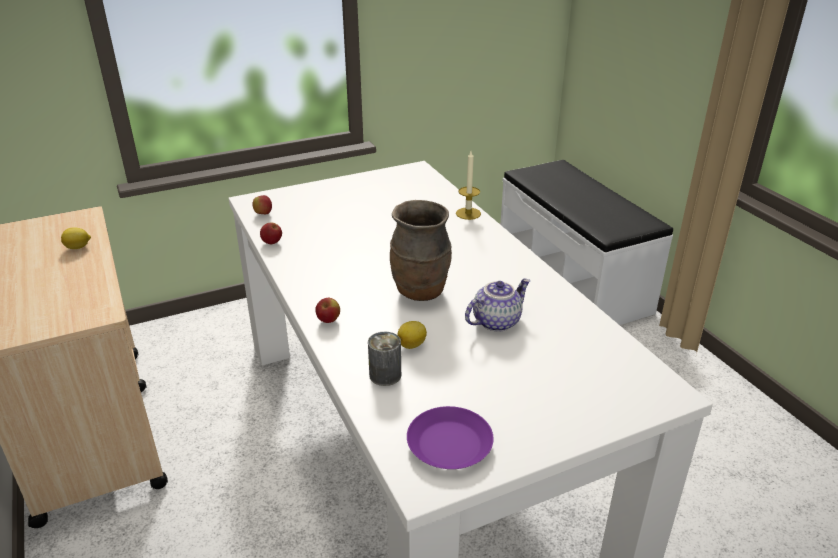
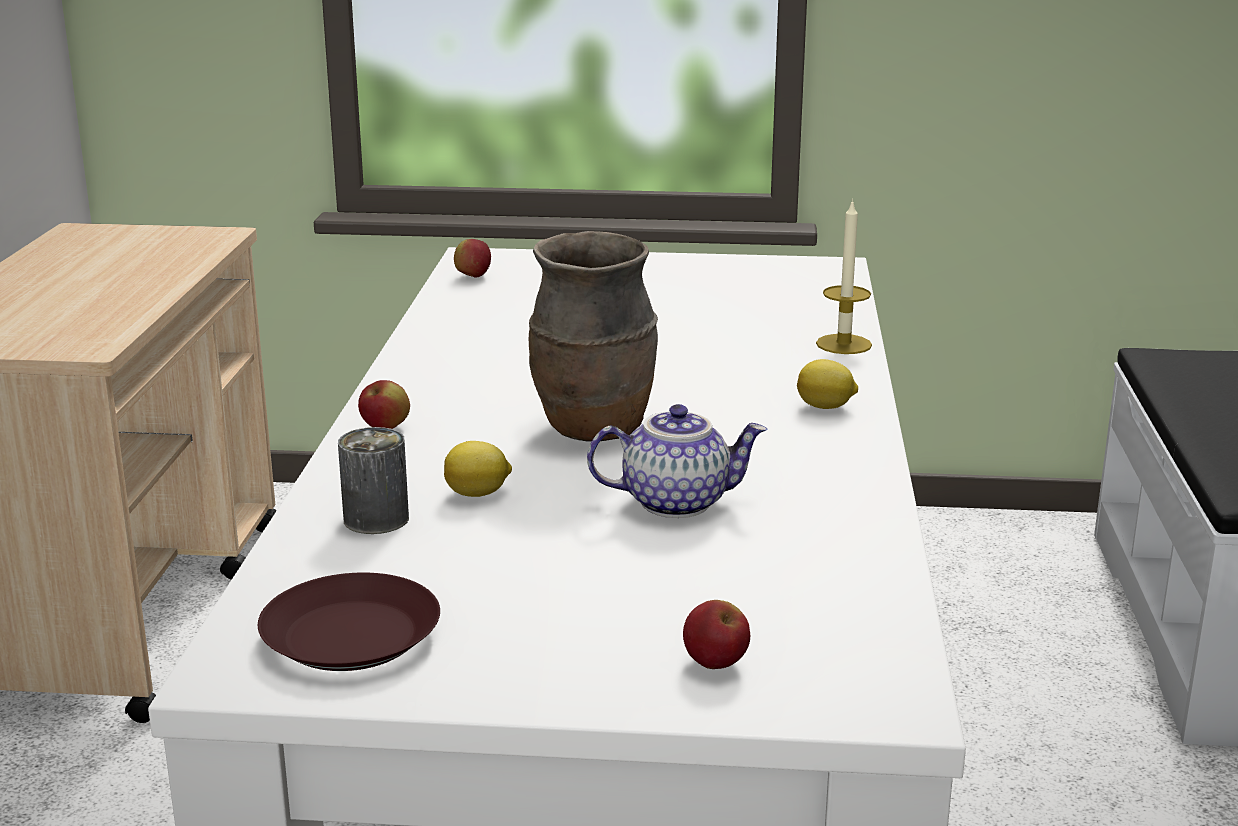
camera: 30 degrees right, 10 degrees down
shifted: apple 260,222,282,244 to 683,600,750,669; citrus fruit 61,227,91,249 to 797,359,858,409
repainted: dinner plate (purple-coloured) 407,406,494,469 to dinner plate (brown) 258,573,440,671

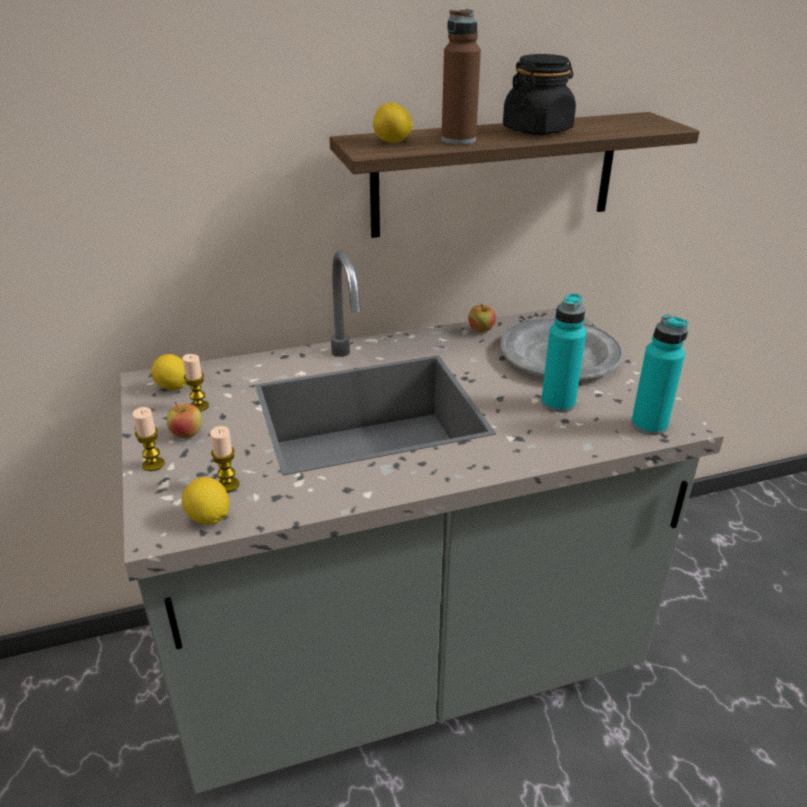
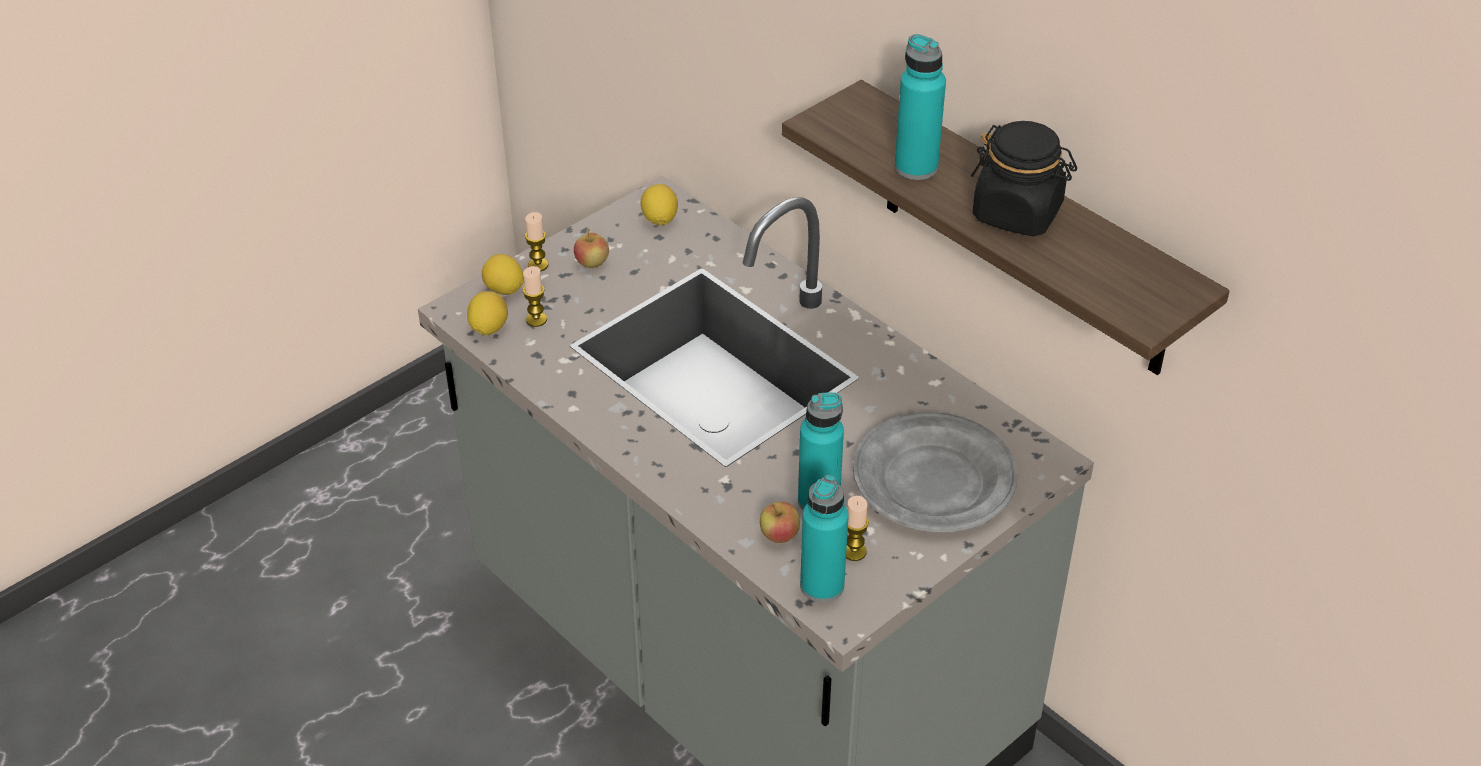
camera: 65 degrees right, 10 degrees up
shifted: citrus fruit 373,102,412,143 to 482,254,524,295; apple 468,304,496,333 to 760,502,800,543; wax candle 182,354,209,412 to 846,496,869,561
repainted: bottle (brown) 441,9,481,145 to bottle (blue-green) 894,34,946,180

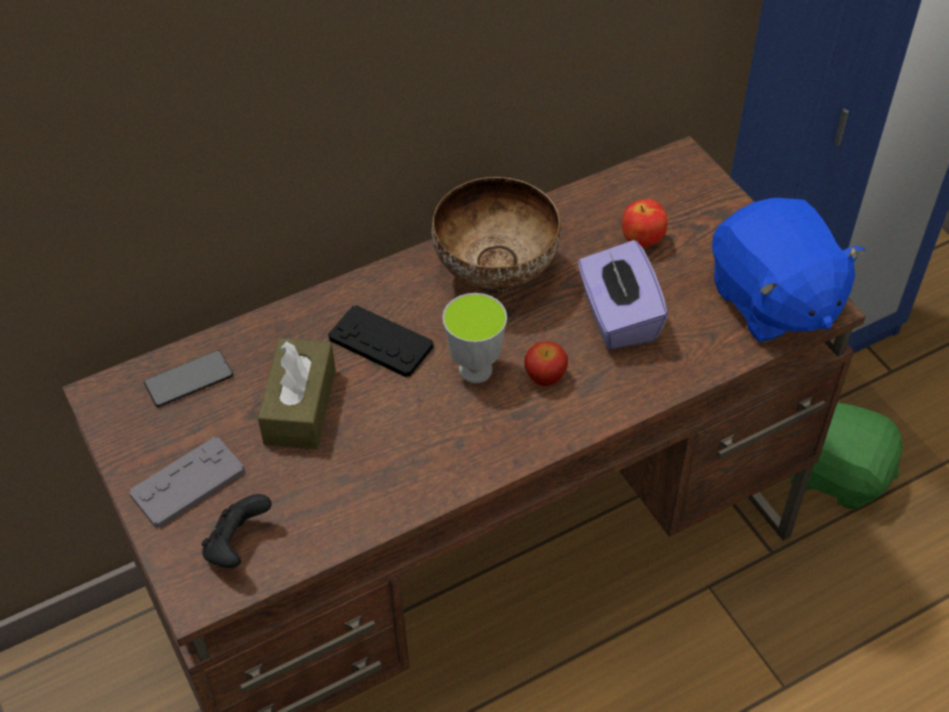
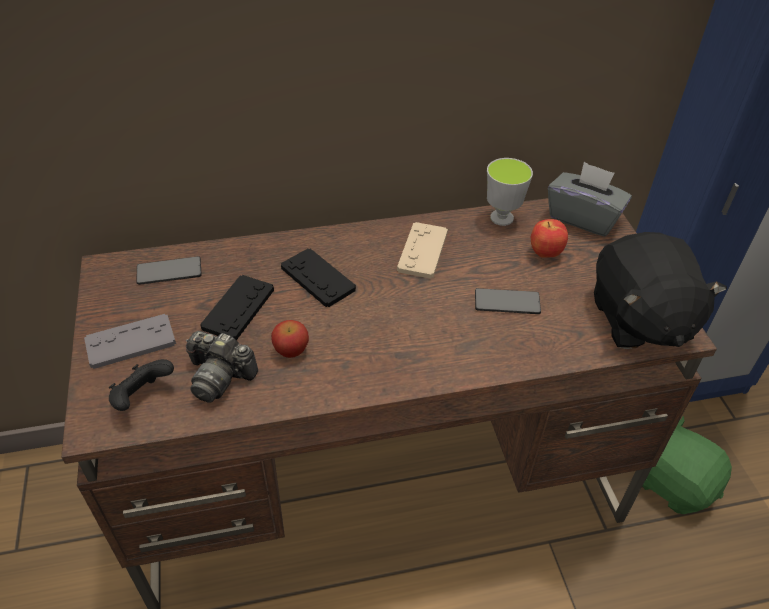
camera: 15 degrees right, 5 degrees down
new: still camera 186,331,258,403; box of tissues (gray) 548,162,632,236
shifted: apple 525,342,568,386 to 271,320,309,358; cup 443,293,507,383 to 487,158,533,226
swapped: box of tissues (brown) 258,338,336,450 to gamepad (black) 200,275,274,340; deep dish 432,177,561,294 to gamepad (beige-coloured) 397,222,448,279; box of tissues (purple-coloured) 578,240,668,349 to handset 475,288,541,314
repainted: cuddly toy (bluish) 712,198,865,342 to cuddly toy (black) 594,232,727,349

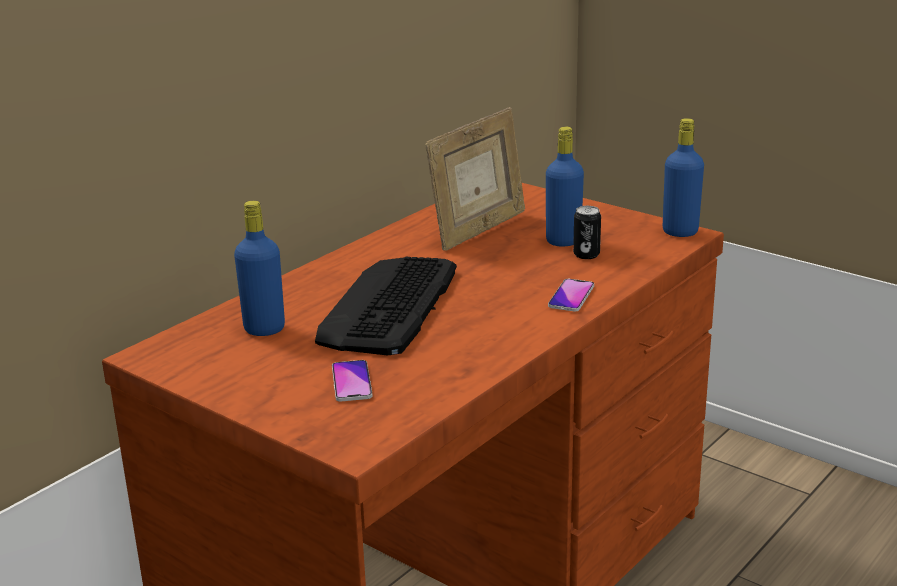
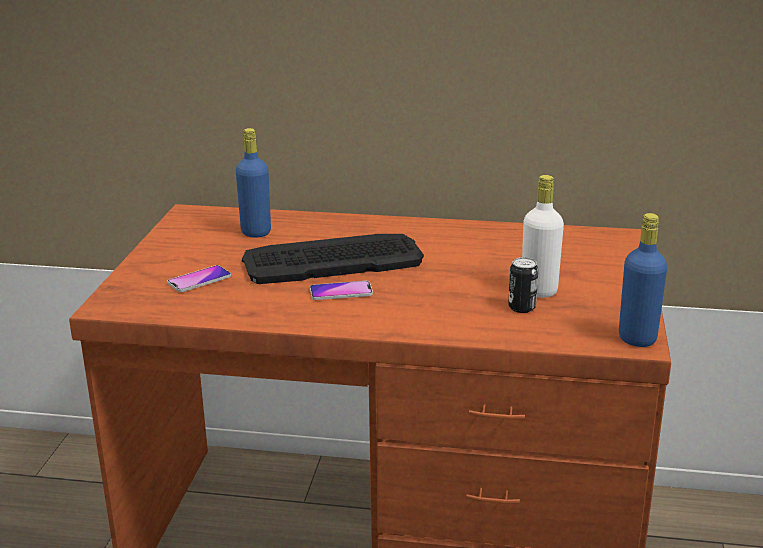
camera: 60 degrees right, 0 degrees up
gone: picture frame 426,107,525,251
shifted: handset 548,279,594,311 to 310,281,373,300
repainted: bottle (bluish) 546,127,584,247 to bottle (white) 522,175,564,298

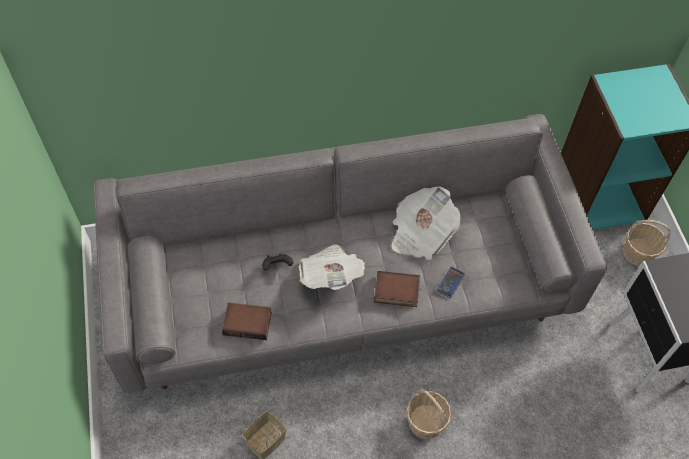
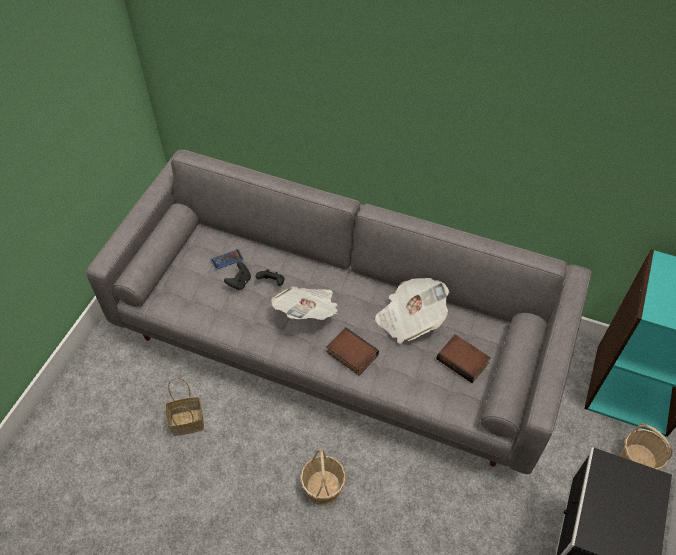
camera: 35 degrees right, 5 degrees down
new: gamepad (black) 224,262,251,290
shifted: handset 436,266,465,298 to 210,249,244,270; bound book 222,303,272,340 to 436,334,491,383

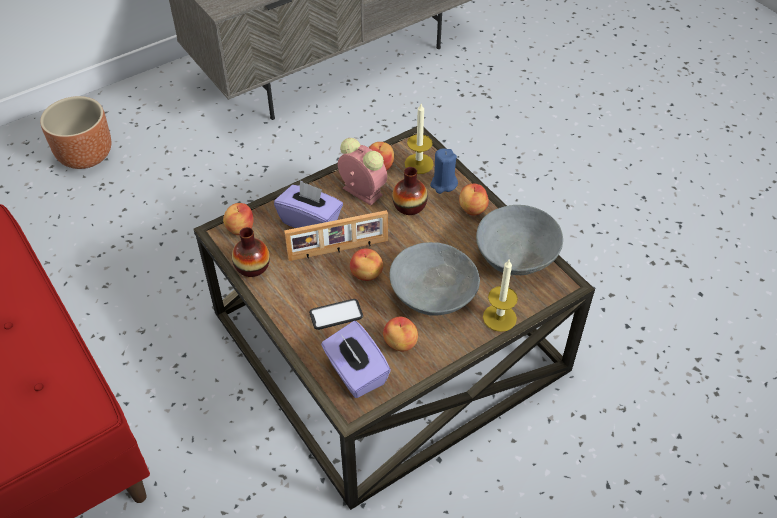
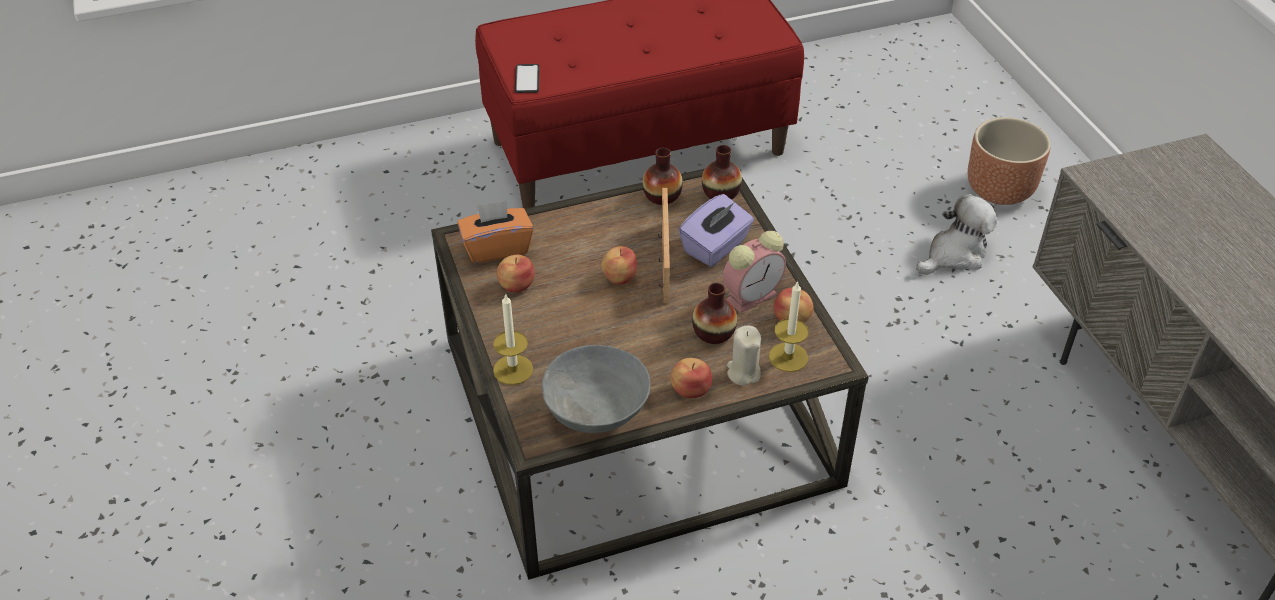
camera: 105 degrees right, 5 degrees down
gone: deep dish (gray) 390,242,480,316
new: cuddly toy 916,194,997,275
shifted: handset 309,299,363,330 to 515,64,540,93
swapped: apple 223,203,254,235 to vase 702,145,742,200
repainted: box of tissues (purple-coloured) 321,321,391,398 to box of tissues (orangey) 457,200,534,263; wax candle (bluish) 430,149,458,194 to wax candle (beige-coloured) 727,326,761,386

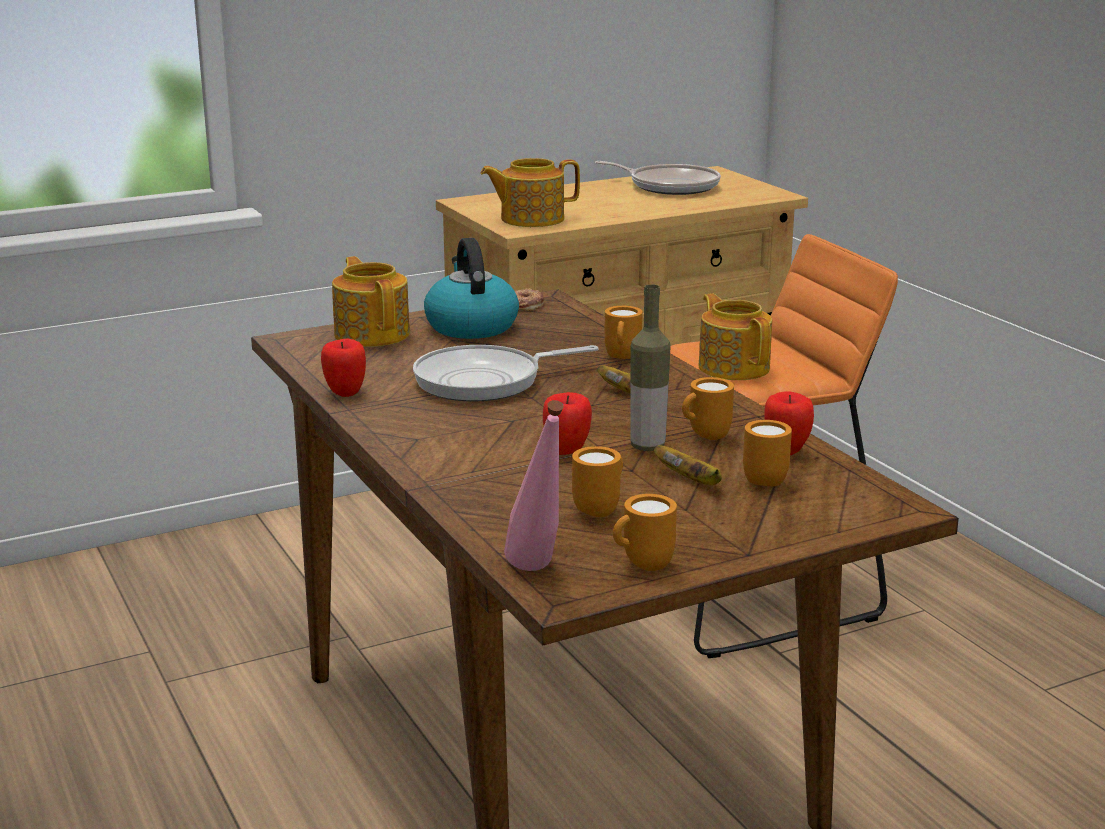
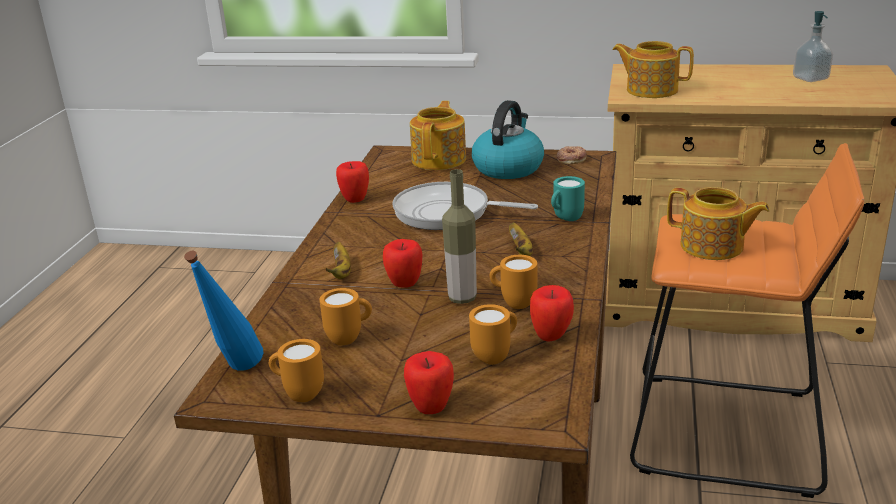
camera: 40 degrees right, 5 degrees up
new: apple 404,351,454,414
shifted: banana fruit 654,445,722,485 to 326,242,351,279
swapped: pan 595,161,721,195 to liquid soap bottle 793,11,833,82
repainted: bottle (pink) 504,400,564,571 to bottle (bluish) 184,251,263,371; coffee mug (orangey) 604,306,643,359 to coffee mug (blue-green) 551,176,585,221
rotated: pot for tea 699,293,772,380 = 667,187,770,260 105 degrees clockwise

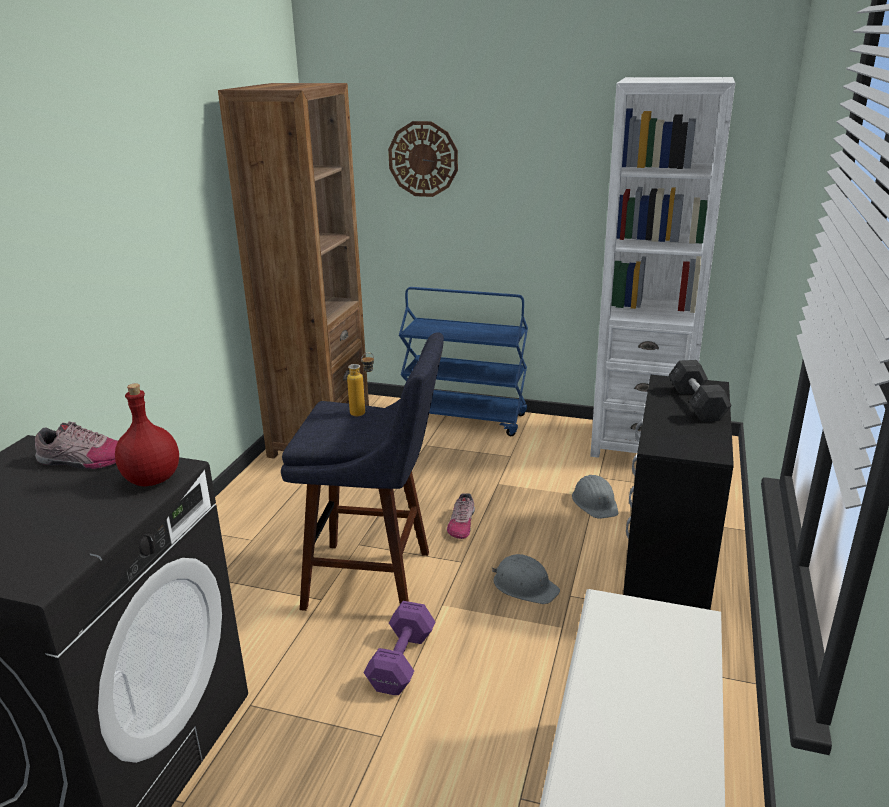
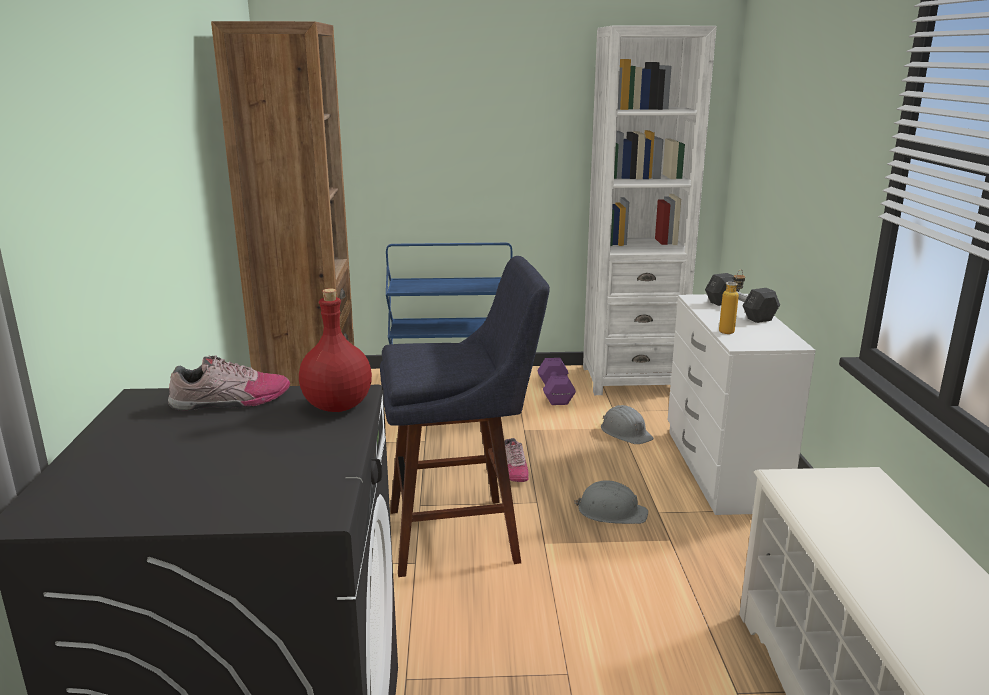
camera: 20 degrees left, 5 degrees down
gone: clock on the wall 388,121,458,197
shifted: hand weight (purple-coloured) 364,601,435,695 to 537,358,576,405; bottle 347,353,374,417 to 719,269,745,334
repainted: dresser (black) 623,375,734,610 to dresser (white) 668,294,816,515

